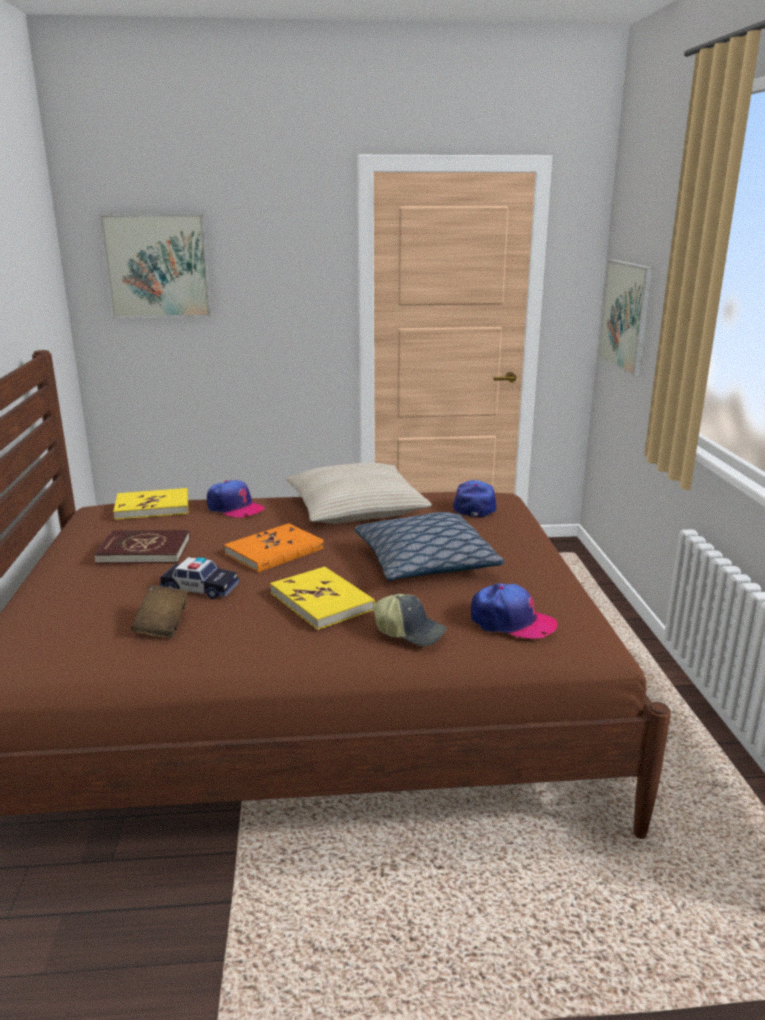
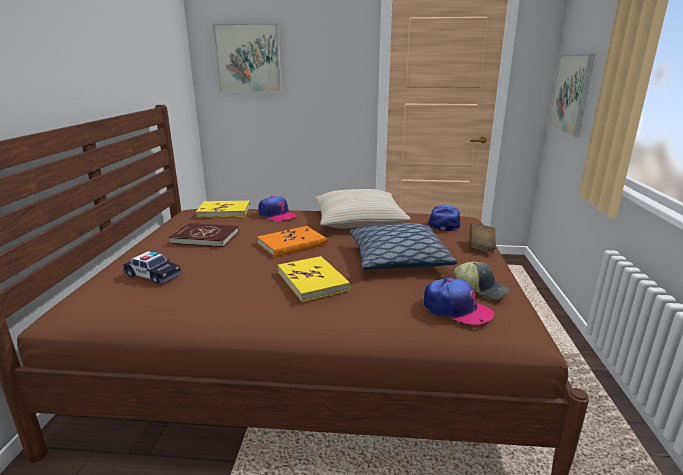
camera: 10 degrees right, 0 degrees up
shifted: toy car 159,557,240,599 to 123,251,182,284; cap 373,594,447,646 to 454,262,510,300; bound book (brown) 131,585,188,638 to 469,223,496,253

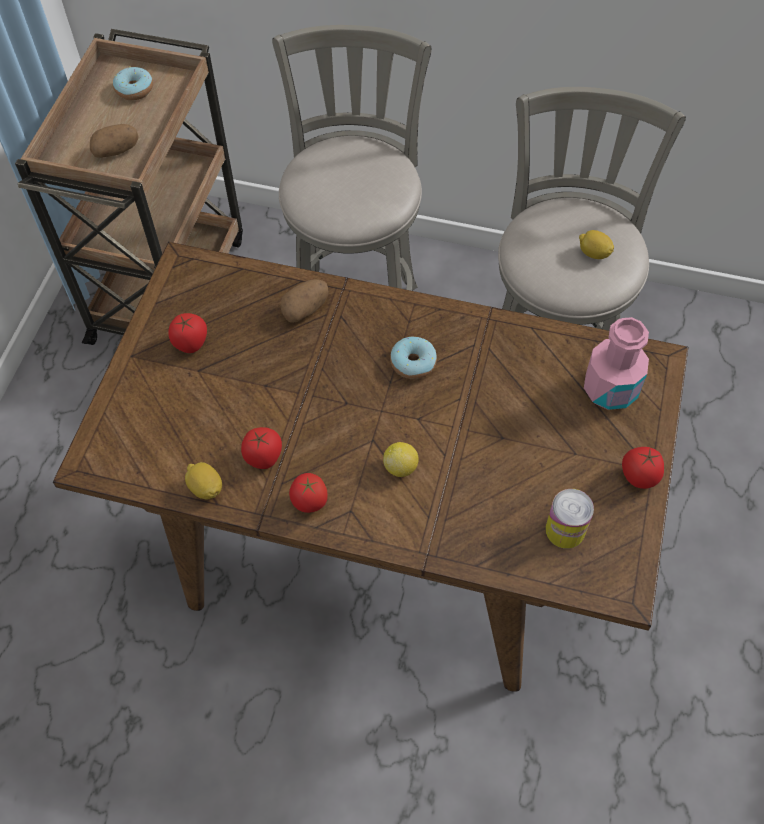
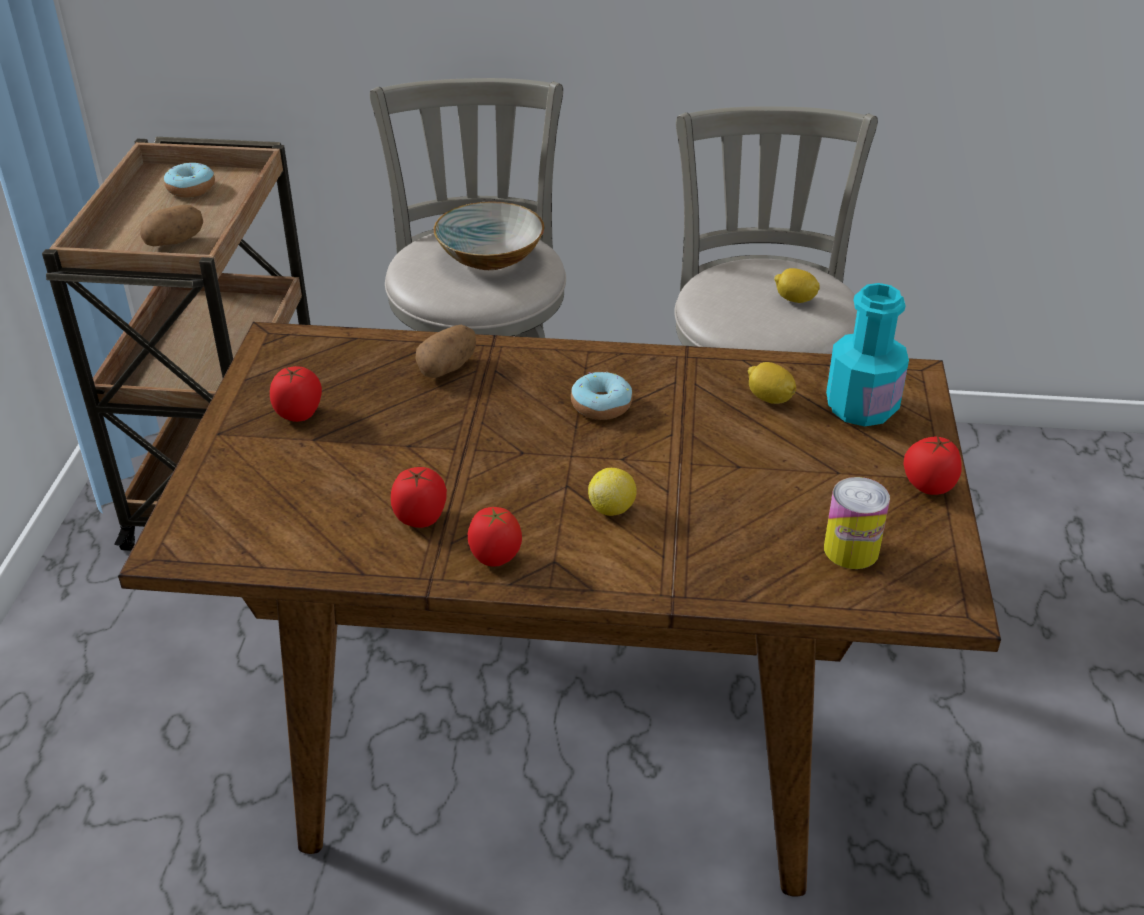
camera: 10 degrees left, 20 degrees down
new: deep dish 434,201,544,270
shifted: citrus fruit 185,462,222,499 to 748,362,796,404
repainted: bottle (pink) 584,317,649,410 to bottle (blue-green) 826,283,909,426

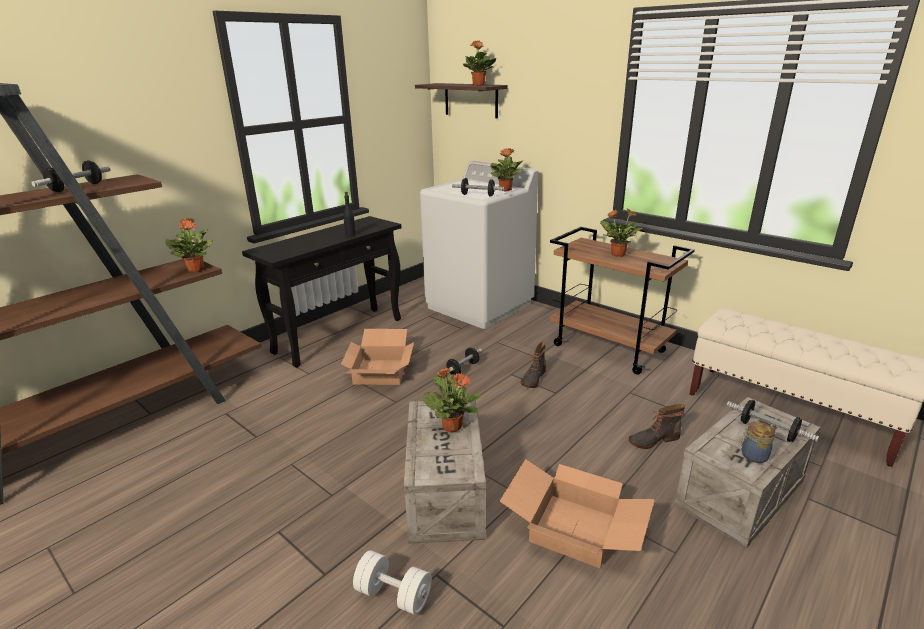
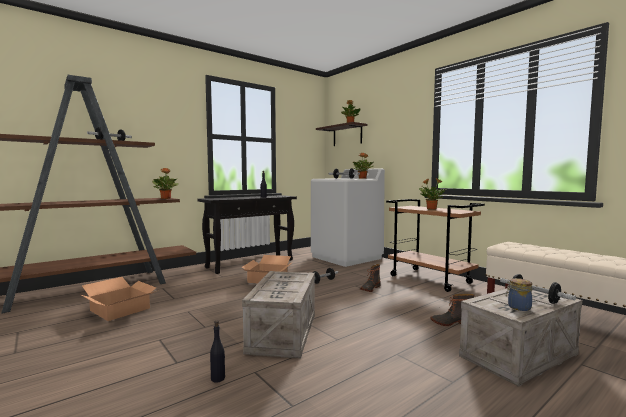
camera: 10 degrees right, 20 degrees down
gone: plant in a pot 422,367,481,432
shifted: carton 500,459,655,568 to 81,277,156,321
swapped: hand weight (white) 353,550,432,615 to bottle (black) 210,321,225,383

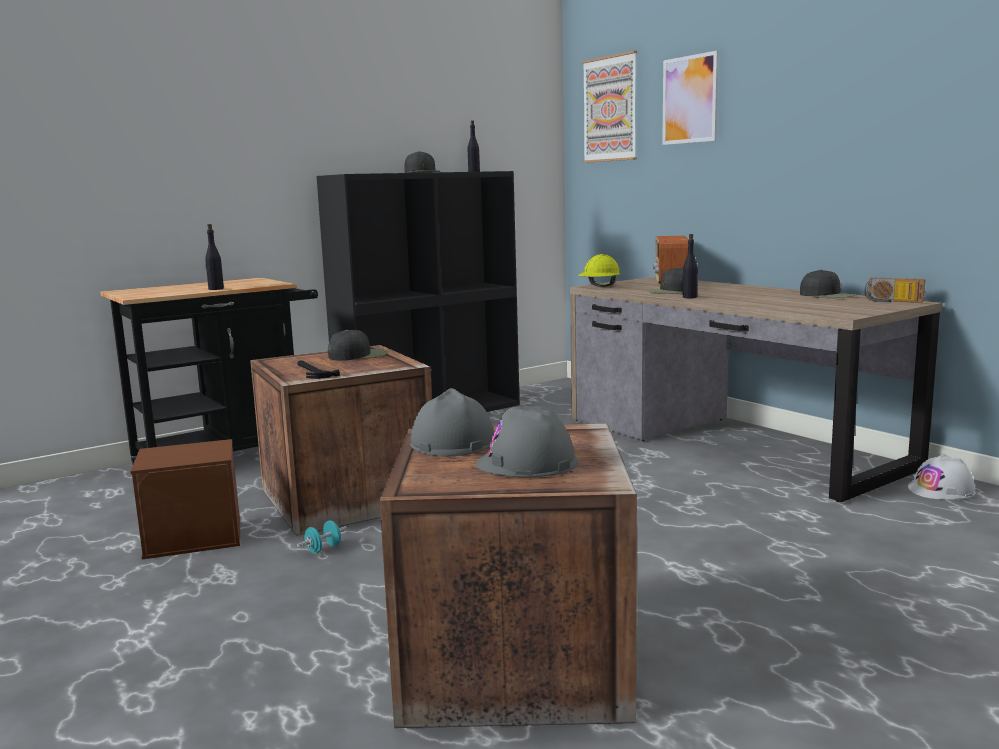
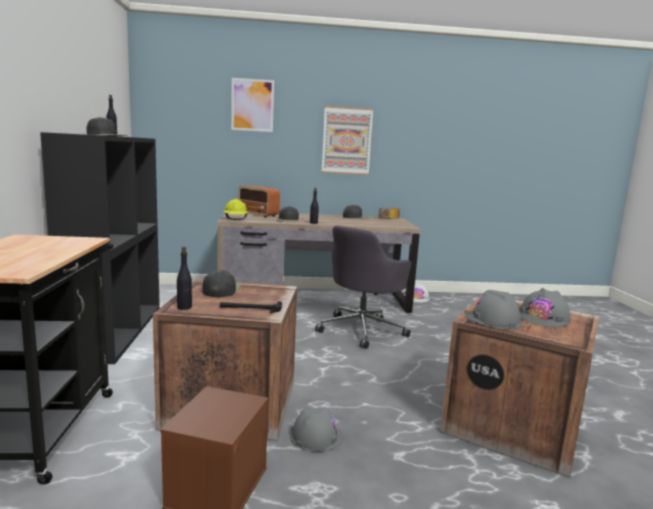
camera: 60 degrees left, 0 degrees up
new: computer chair (gray) 315,226,411,349
shifted: bottle (black) 205,224,224,290 to 177,247,192,310; wall art 582,51,637,163 to 322,106,373,175
swapped: hand weight (blue-green) 297,520,347,553 to work helmet (gray) 290,407,344,452

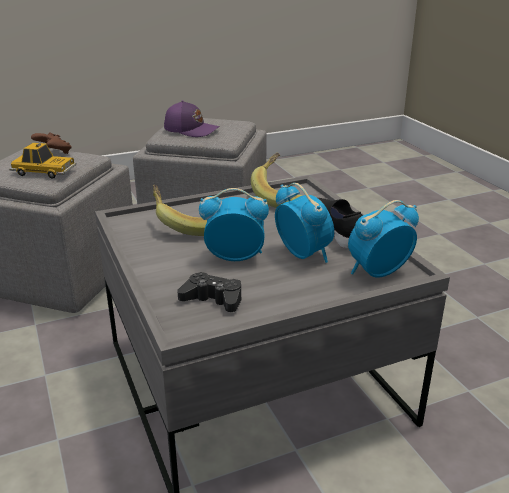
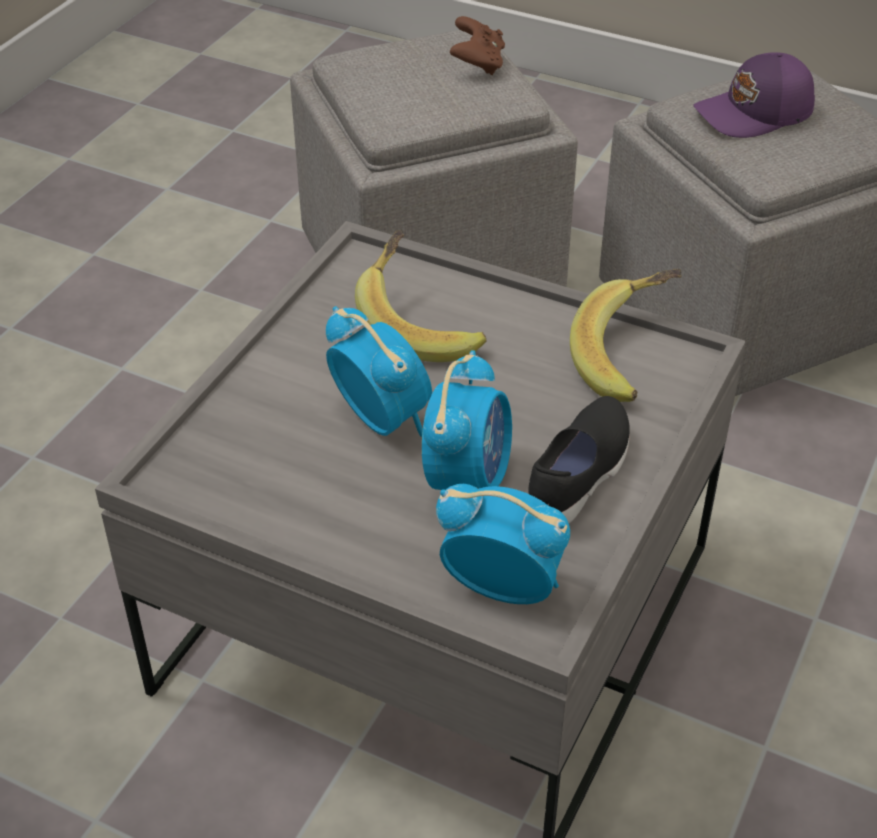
camera: 50 degrees right, 15 degrees up
gone: toy car 9,143,77,179; gamepad (black) 177,272,241,312
rotated: cap (purple-coloured) 164,100,220,137 = 693,52,815,138 90 degrees clockwise

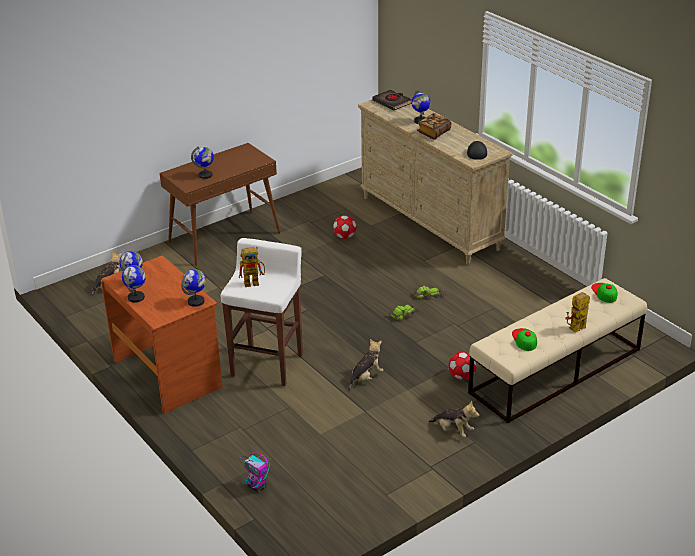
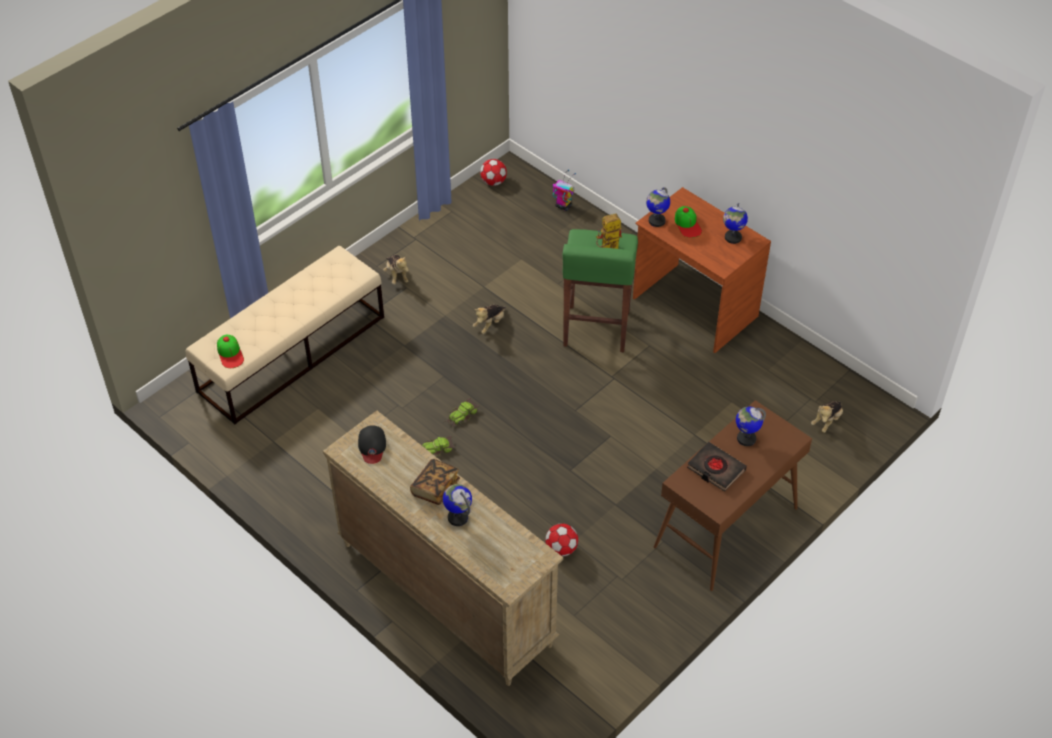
camera: 170 degrees right, 15 degrees up
gone: desk globe 122,265,146,303; robot figure 565,292,590,333
shifted: ball for football 449,352,477,380 to 480,159,507,186; cap 512,328,537,351 to 675,206,702,238; bound book (black) 373,90,412,111 to 687,442,747,492
repainted: stool (white) 221,238,303,386 to stool (green-coloured) 562,229,638,352
rotated: cuddly toy 428,400,479,437 = 383,255,409,285 135 degrees counterclockwise

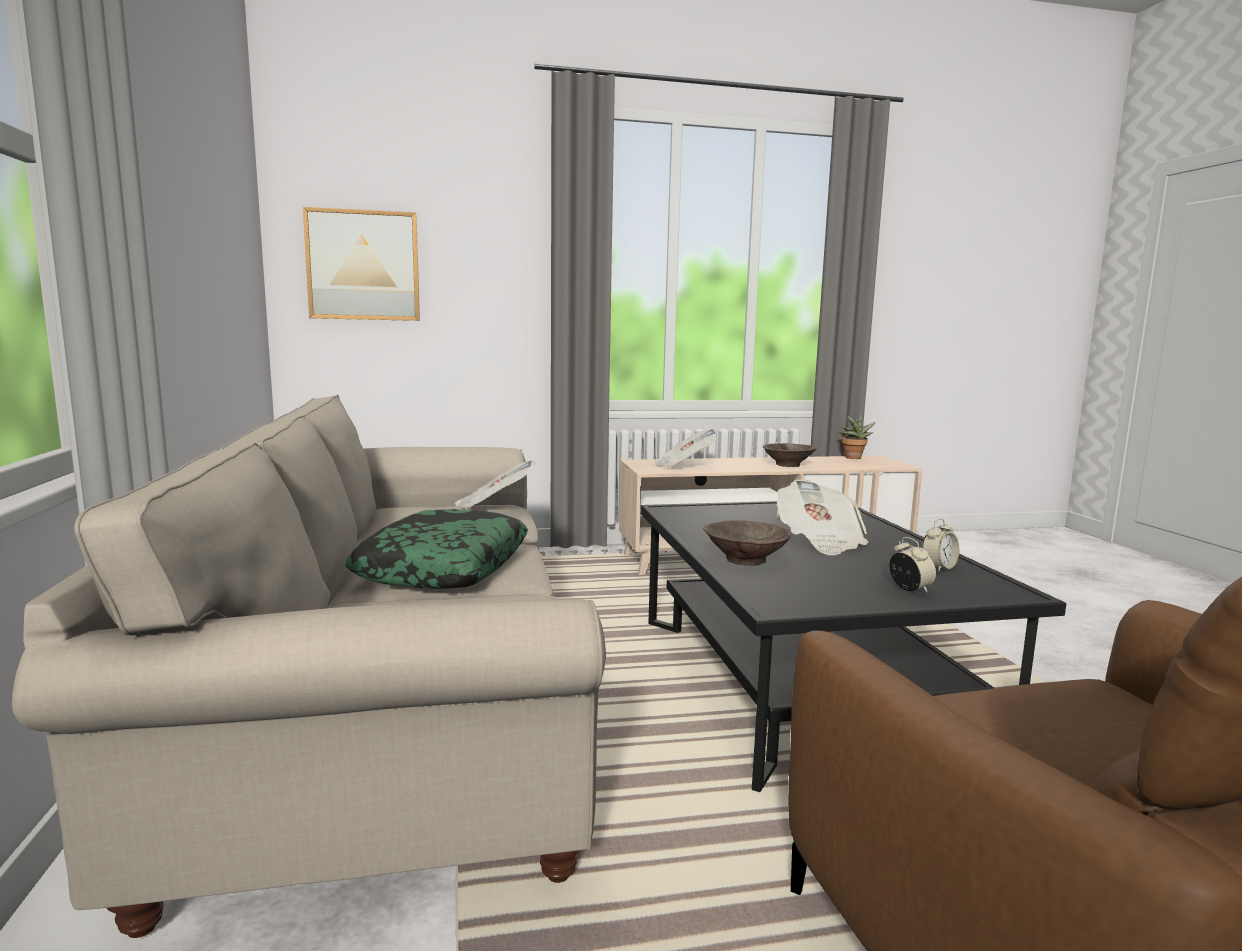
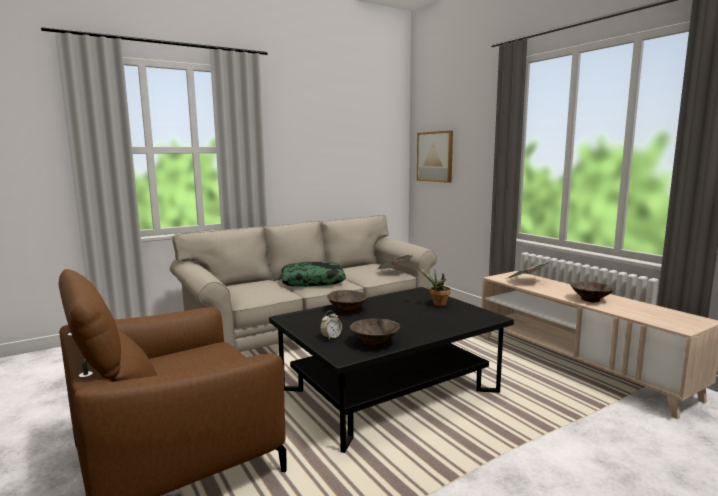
camera: 70 degrees right, 0 degrees up
gone: printed paper 777,479,868,555
shifted: plant in a pot 840,414,876,459 to 418,268,450,306
swapped: table clock 922,519,959,572 to deep dish (brown) 350,318,400,347

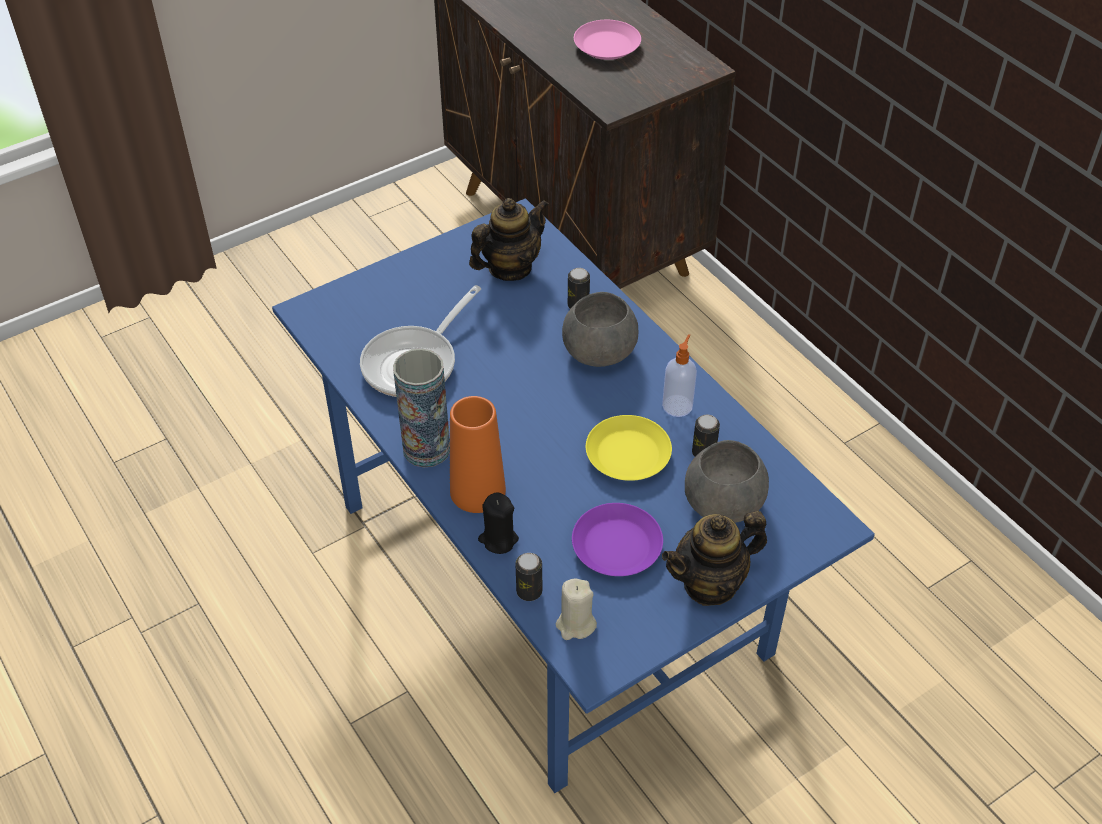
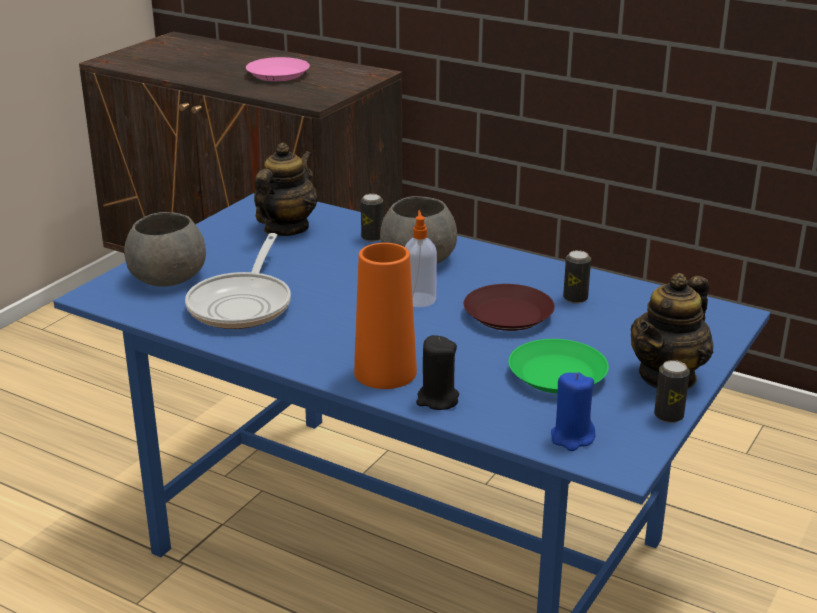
camera: 25 degrees left, 20 degrees down
gone: vase 393,348,450,467
shifted: deep dish (gray) 685,440,769,523 to 124,212,206,287; liquid soap bottle 662,334,697,417 to 405,210,437,307; can 515,553,542,601 to 654,360,690,423
repainted: dinner plate (yellowish) 586,415,672,481 to dinner plate (brown) 464,284,555,331; dinner plate (purple-coloured) 572,503,663,576 to dinner plate (green-coloured) 509,339,609,393; wax candle (beige-coloured) 556,579,597,640 to wax candle (bluish) 551,372,595,451

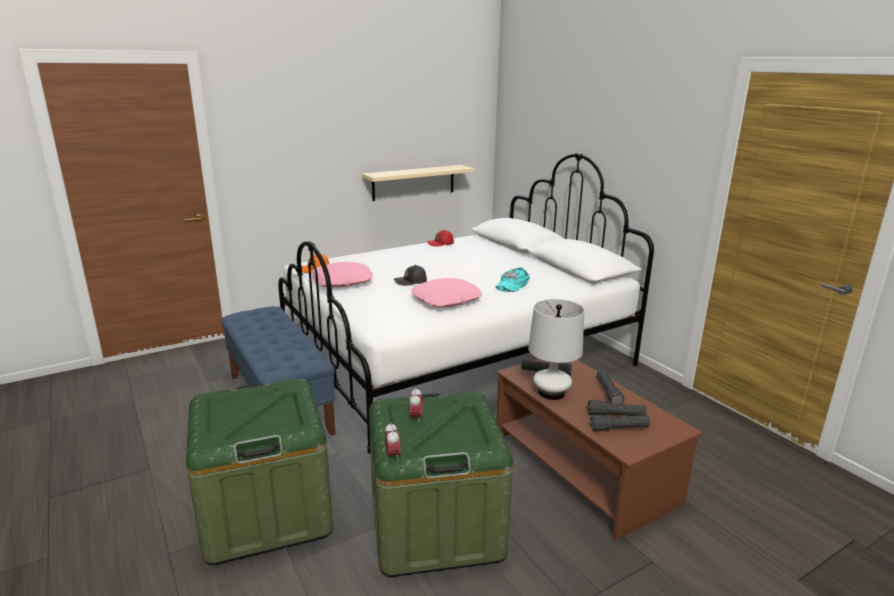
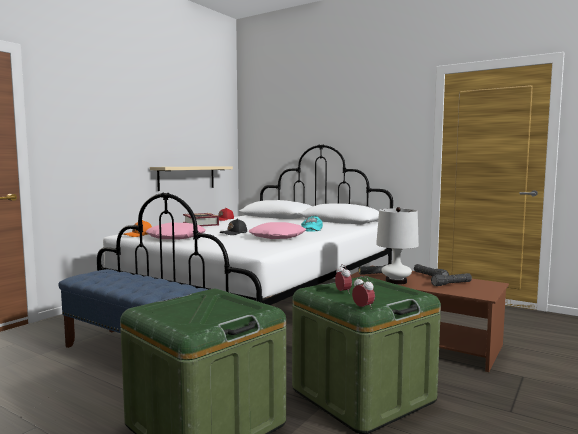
camera: 25 degrees left, 15 degrees down
gone: flashlight (black) 590,415,650,432
new: bound book 183,213,219,227

